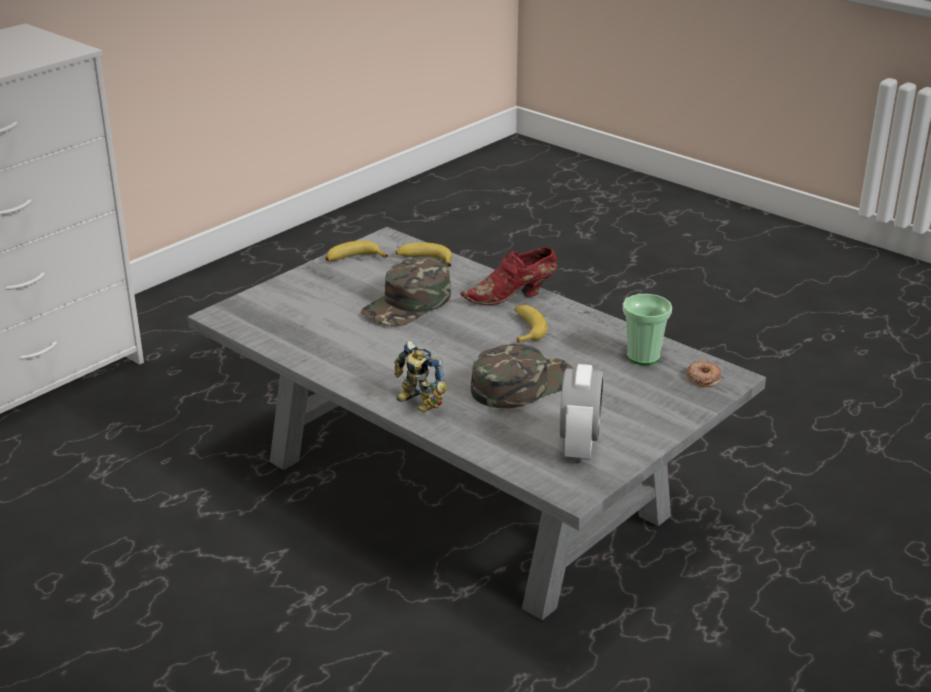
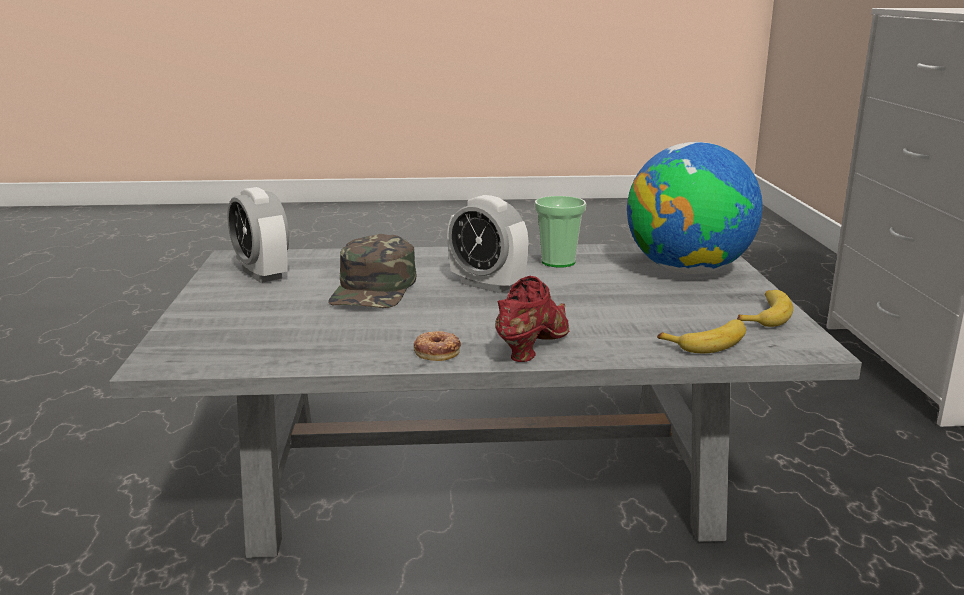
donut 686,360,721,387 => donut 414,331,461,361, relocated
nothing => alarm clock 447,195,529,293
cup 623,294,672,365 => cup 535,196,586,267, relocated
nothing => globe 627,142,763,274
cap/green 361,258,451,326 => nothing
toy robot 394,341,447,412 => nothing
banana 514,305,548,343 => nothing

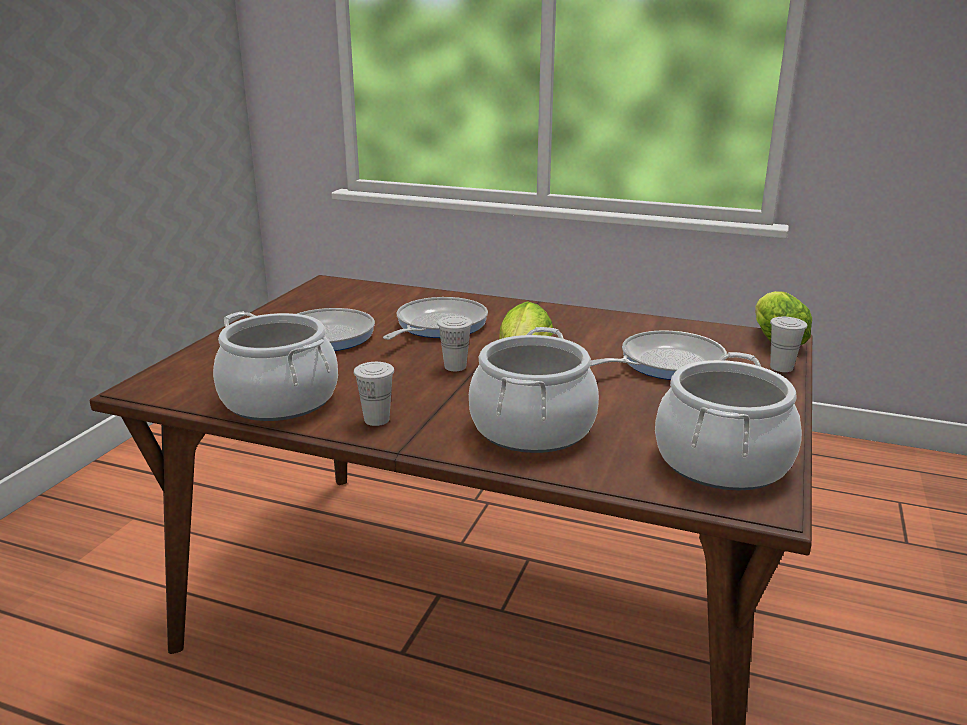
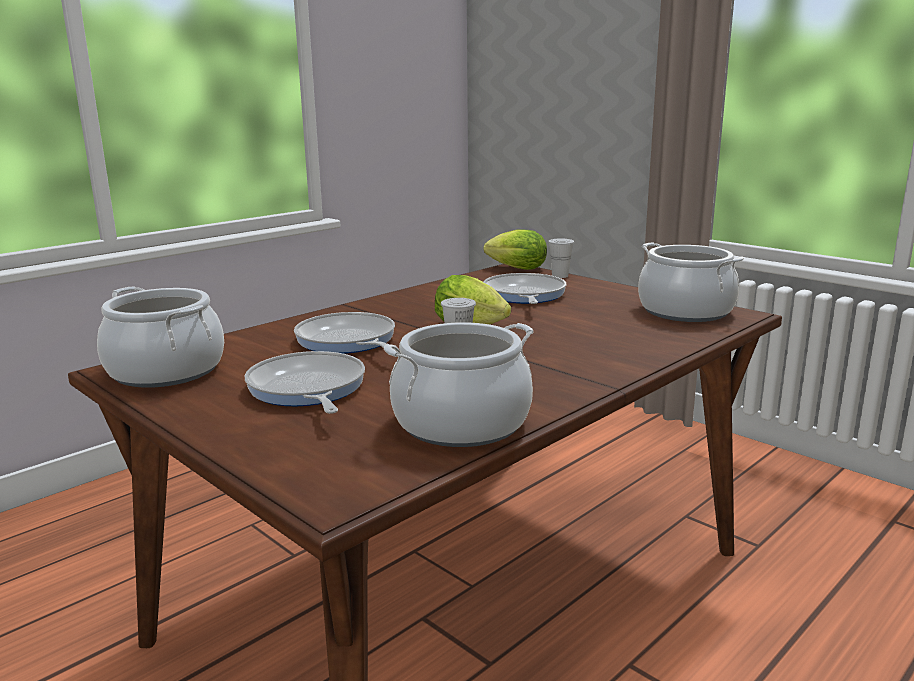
cooking pot 469,327,599,453 => cooking pot 97,286,224,388, relocated
cup/white 354,362,394,426 => nothing

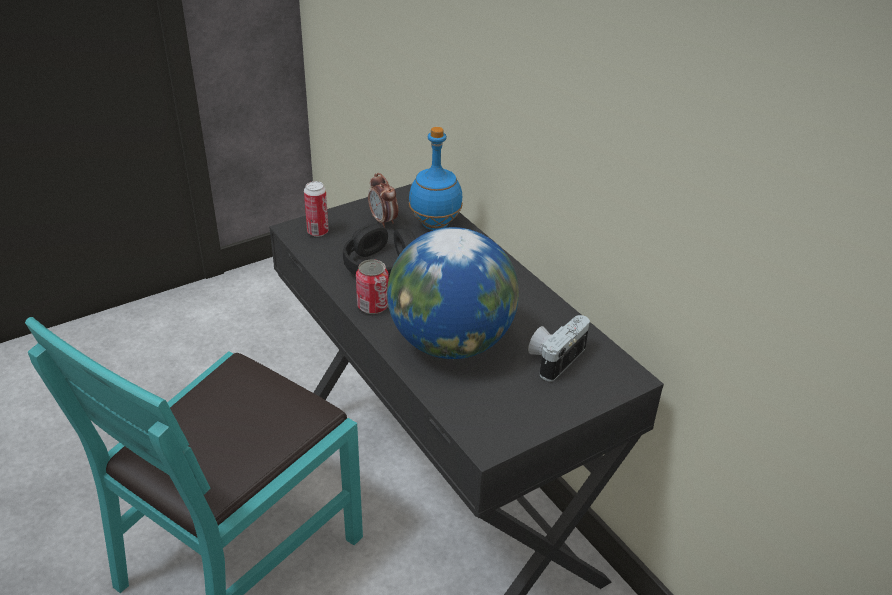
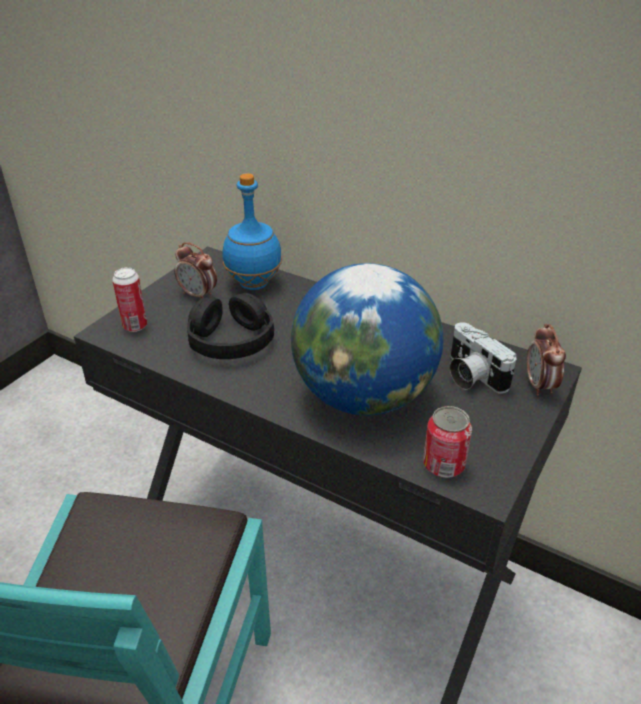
can 356,259,389,314 => can 423,406,472,478, relocated
photo camera 528,315,590,382 => photo camera 450,322,517,394, 45 degrees counterclockwise
nothing => alarm clock 527,324,566,396

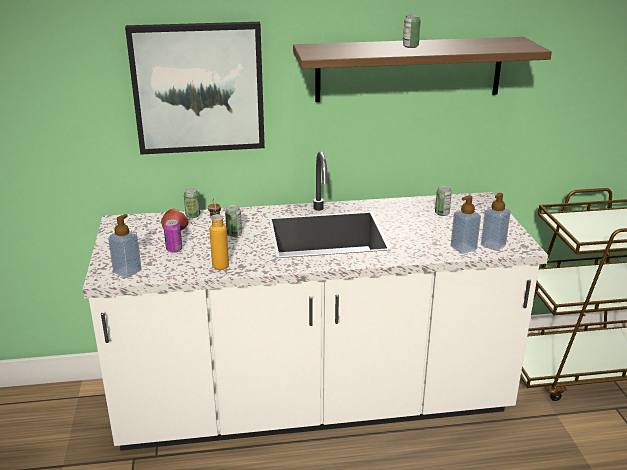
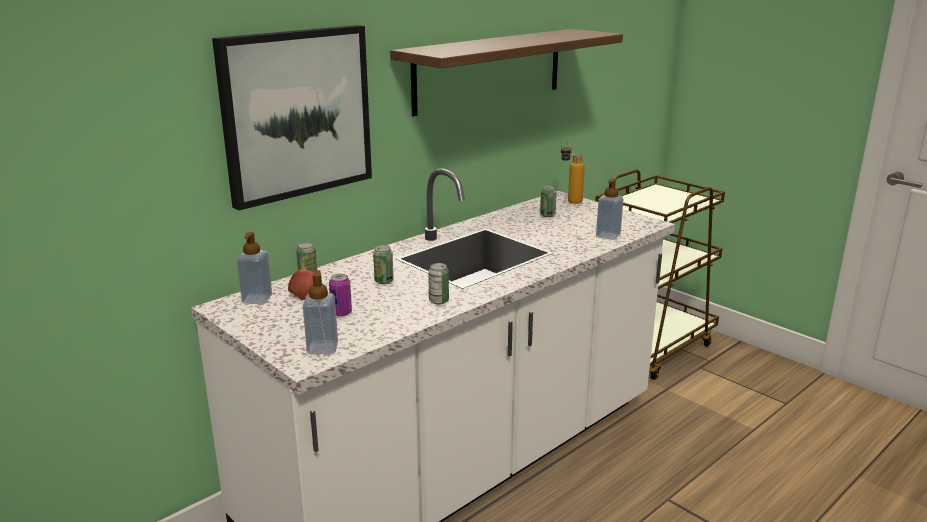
soap dispenser 481,193,511,251 => soap dispenser 237,232,272,304, relocated
can 403,15,421,48 => can 428,263,449,304, relocated
bottle 208,198,229,270 => bottle 561,142,585,204, relocated

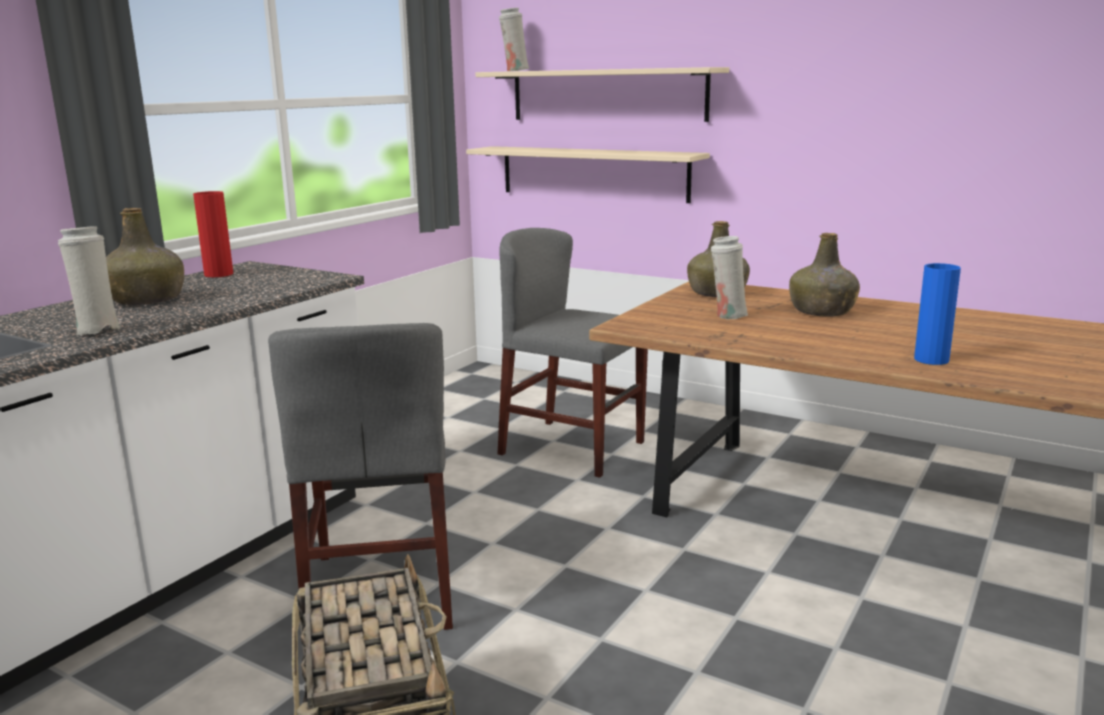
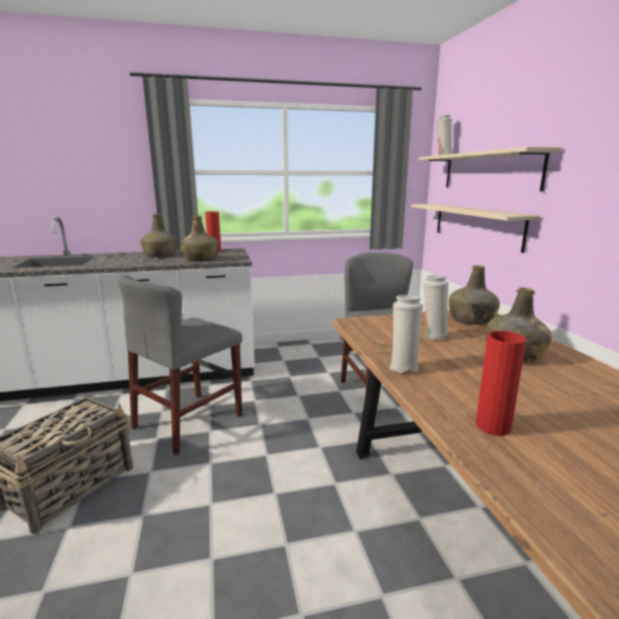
nothing => bottle/green 181,216,219,261
vase/white 58,226,121,335 => vase/white 389,295,423,373, relocated
vase/blue 914,263,961,365 => vase/red 476,331,526,436

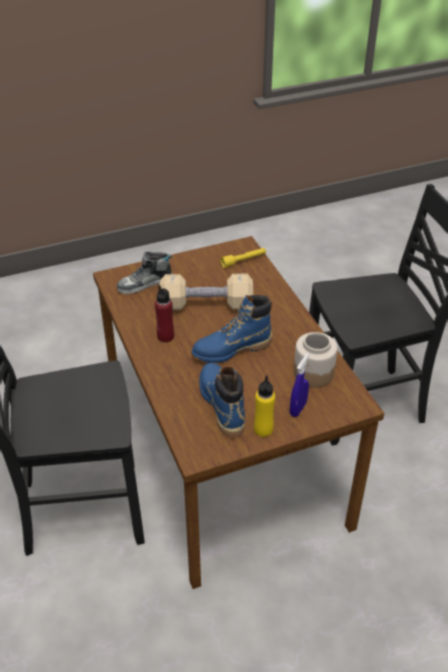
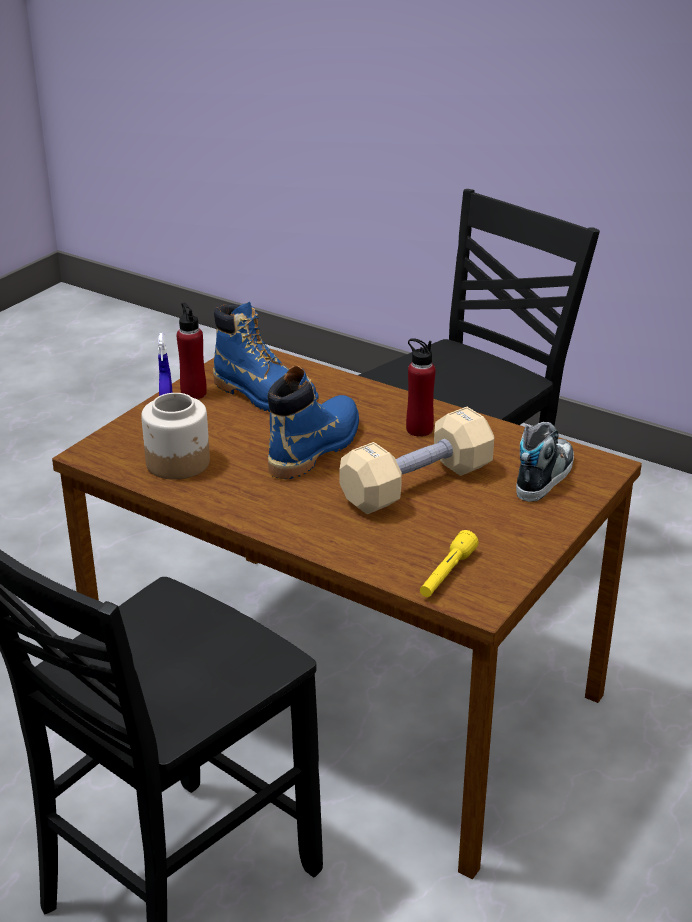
bottle/yellow 254,376,275,437 => bottle/red 177,303,207,399

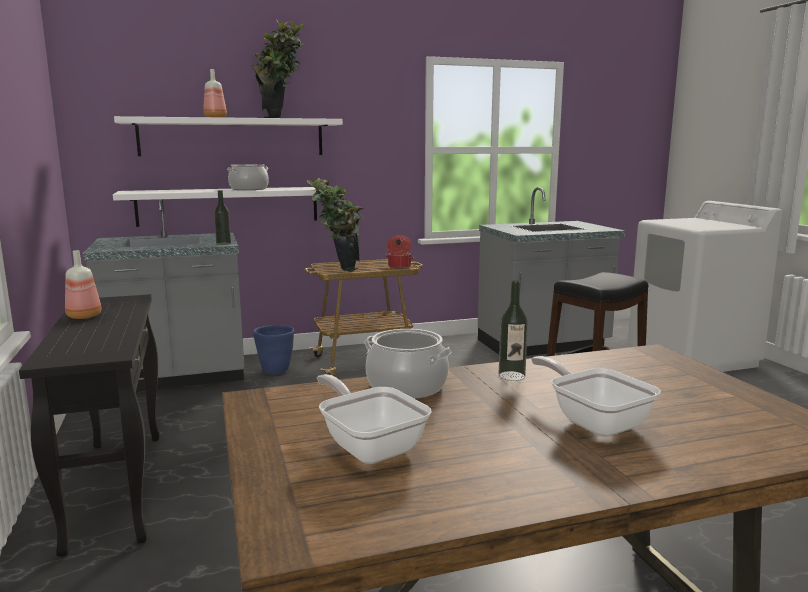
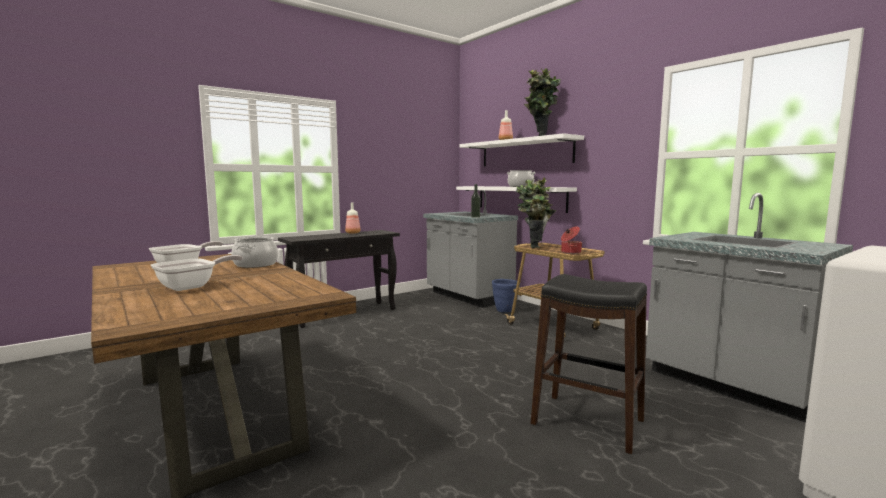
bottle 499,281,528,381 => nothing

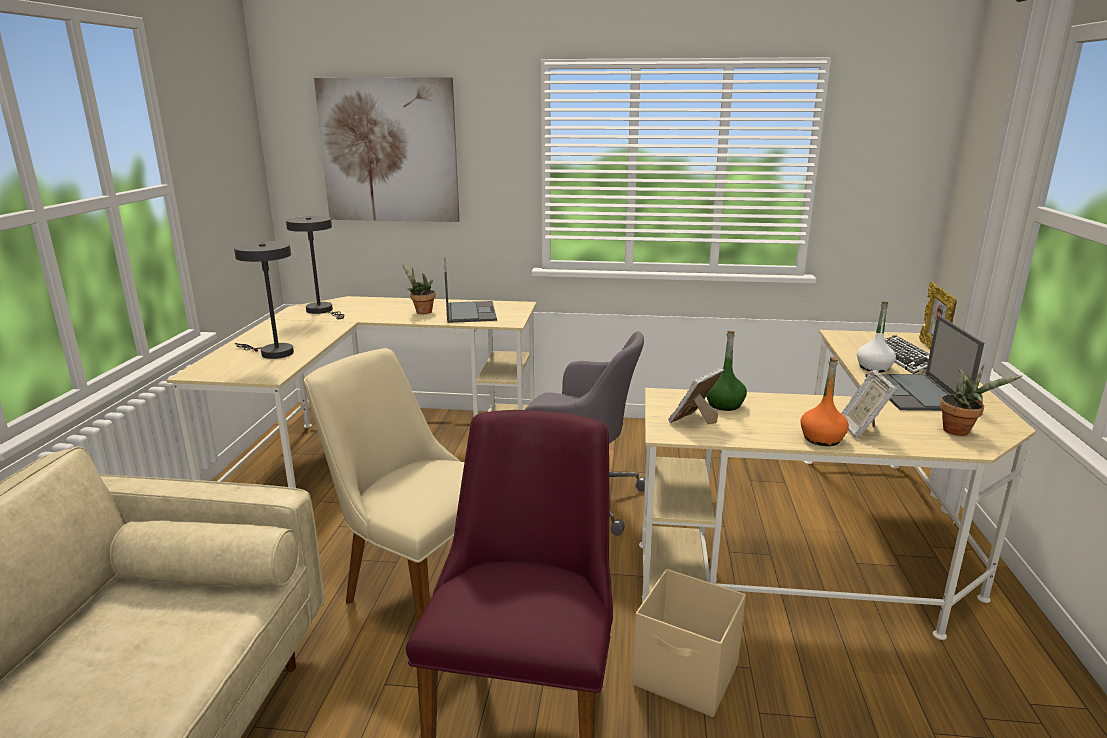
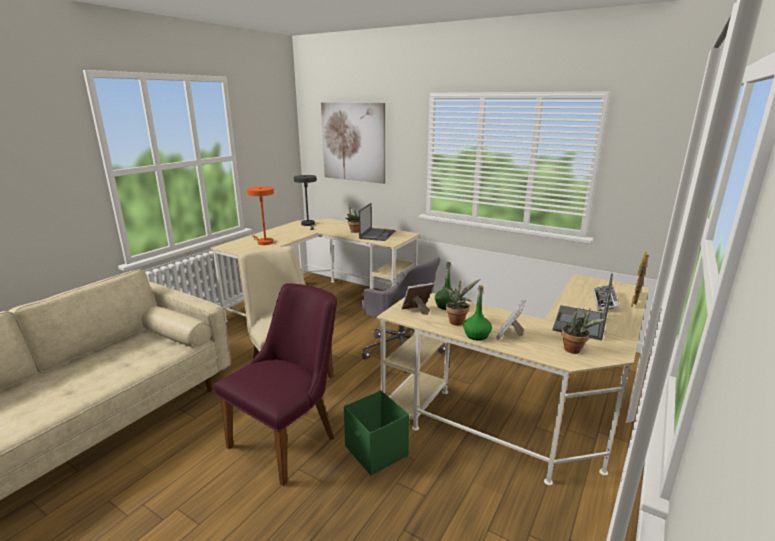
table lamp/grey 234,241,294,359 => table lamp/orange 247,186,274,245
storage box/beige 632,569,746,717 => storage box/green 344,390,409,475
nothing => potted plant 443,279,480,325
bottle/orange 800,356,849,446 => bottle/green 463,285,492,341
bottle/white 857,302,896,372 => nothing

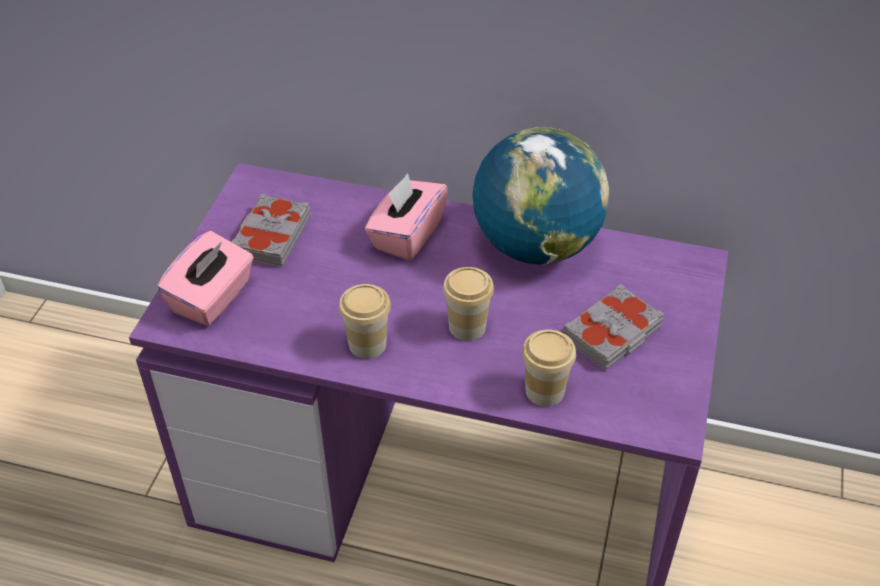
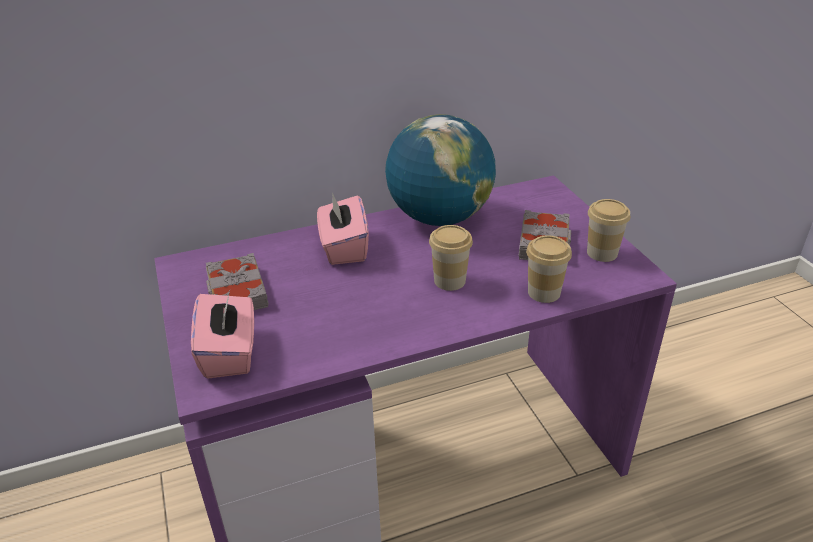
cup 339,284,391,359 => cup 587,199,630,262, relocated

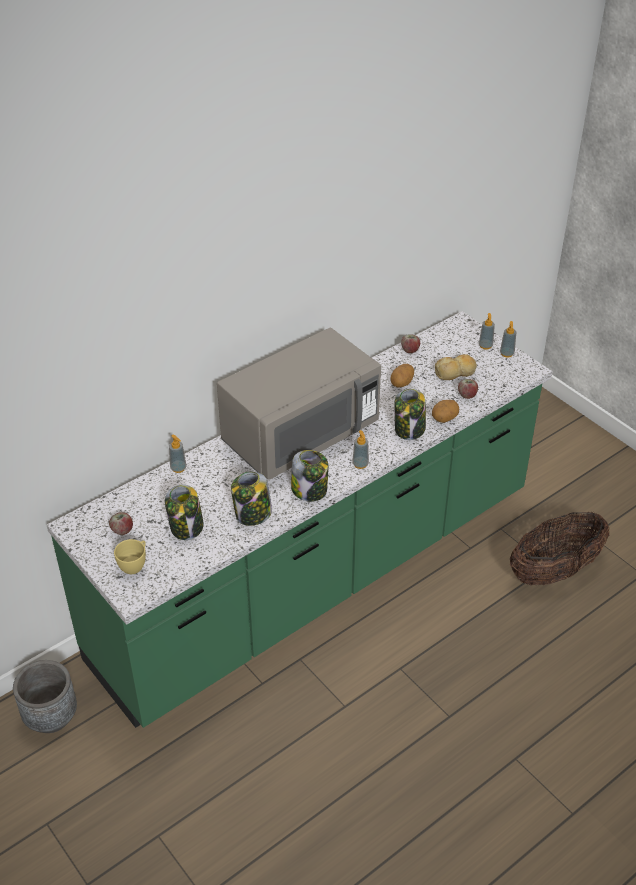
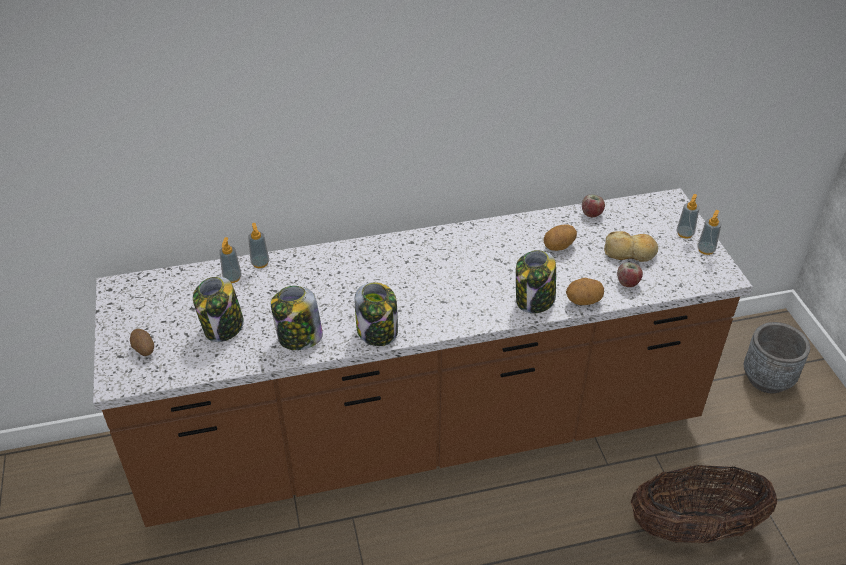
counter/green 47,311,553,728 => counter/brown 93,188,753,527
cup/yellow 114,539,146,574 => potato 130,329,154,356
soap dispenser 352,430,369,469 => soap dispenser 219,237,242,283, relocated
planter/grey 13,660,77,733 => planter/grey 744,322,810,393, relocated
apple 109,512,133,535 => nothing
microwave/grey 217,328,381,480 => nothing

